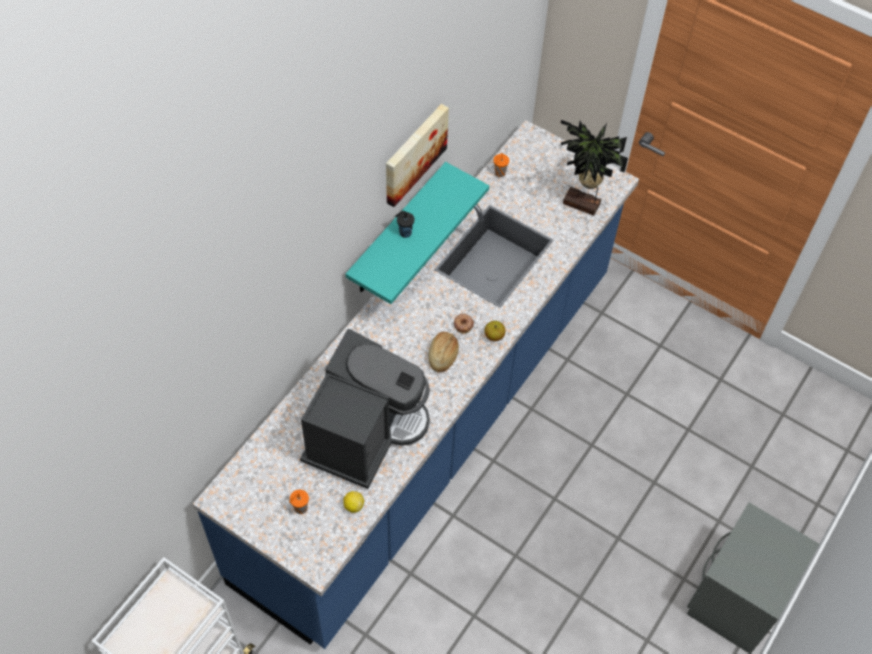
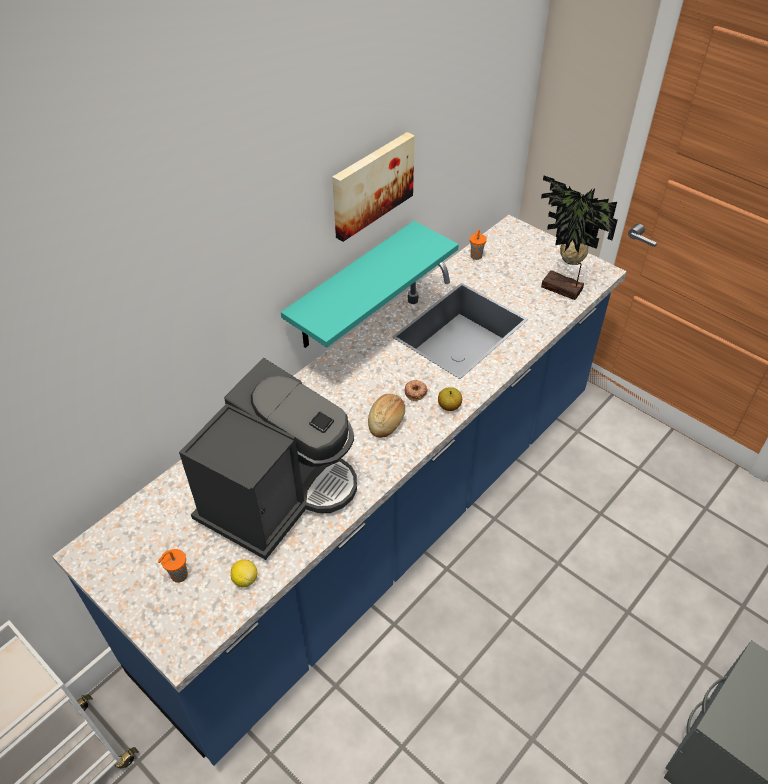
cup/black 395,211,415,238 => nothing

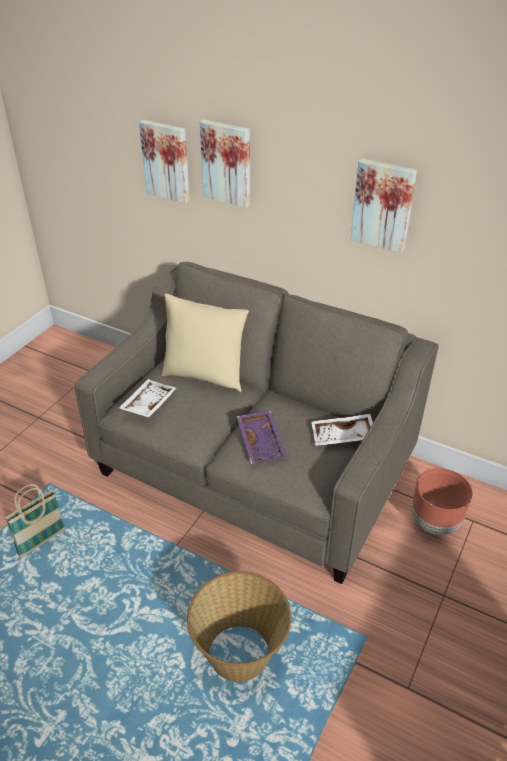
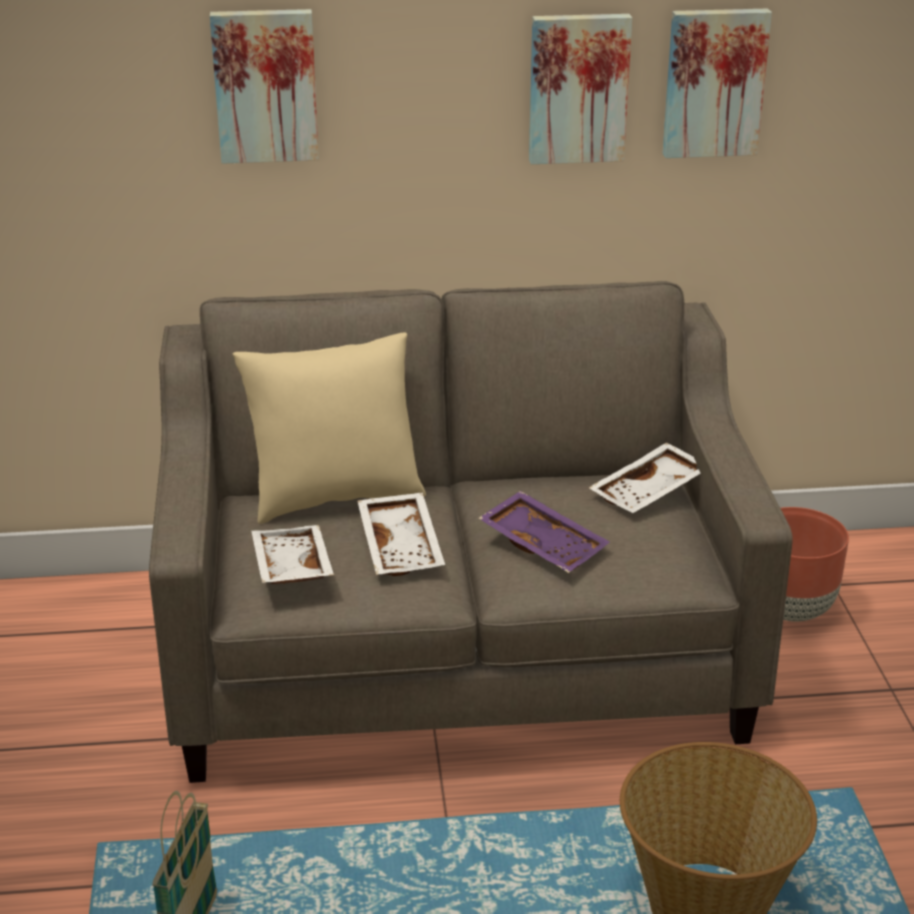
nothing => tray/white 357,492,445,576
picture 139,120,190,204 => picture 662,9,772,158, relocated

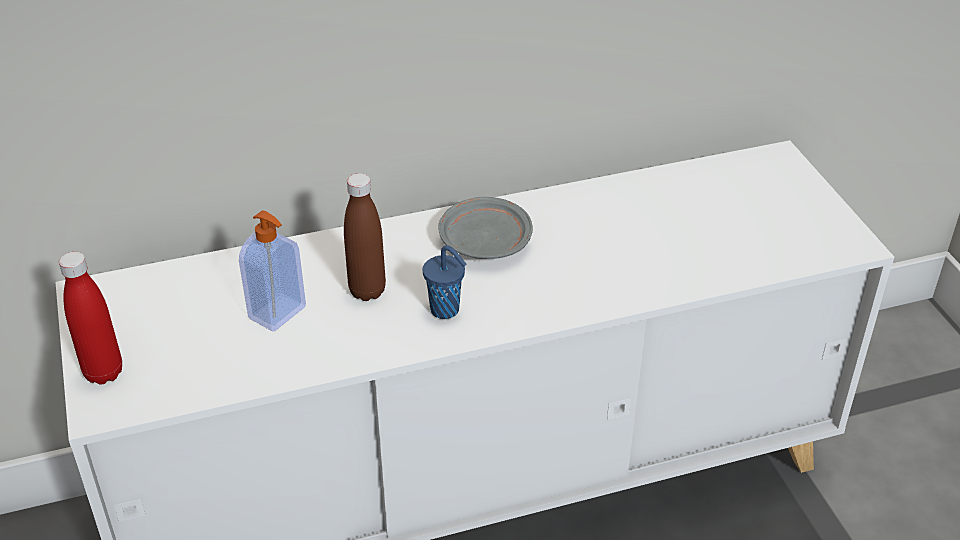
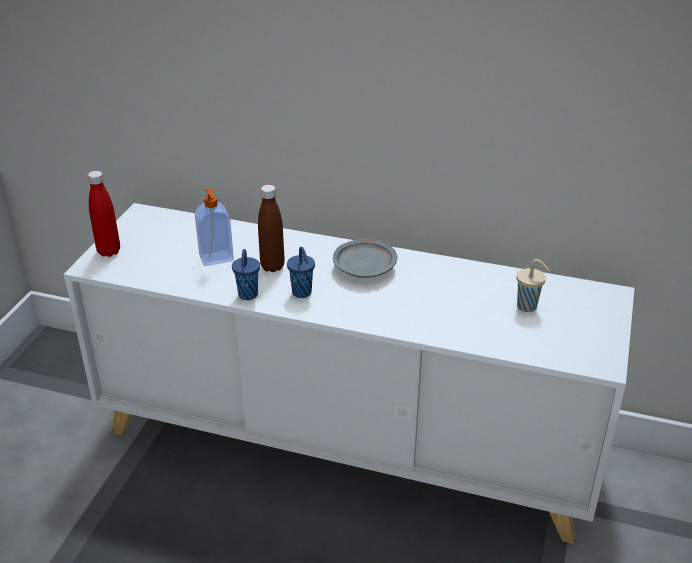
nothing => cup/blue 232,249,260,300
nothing => cup/beige 517,259,550,312

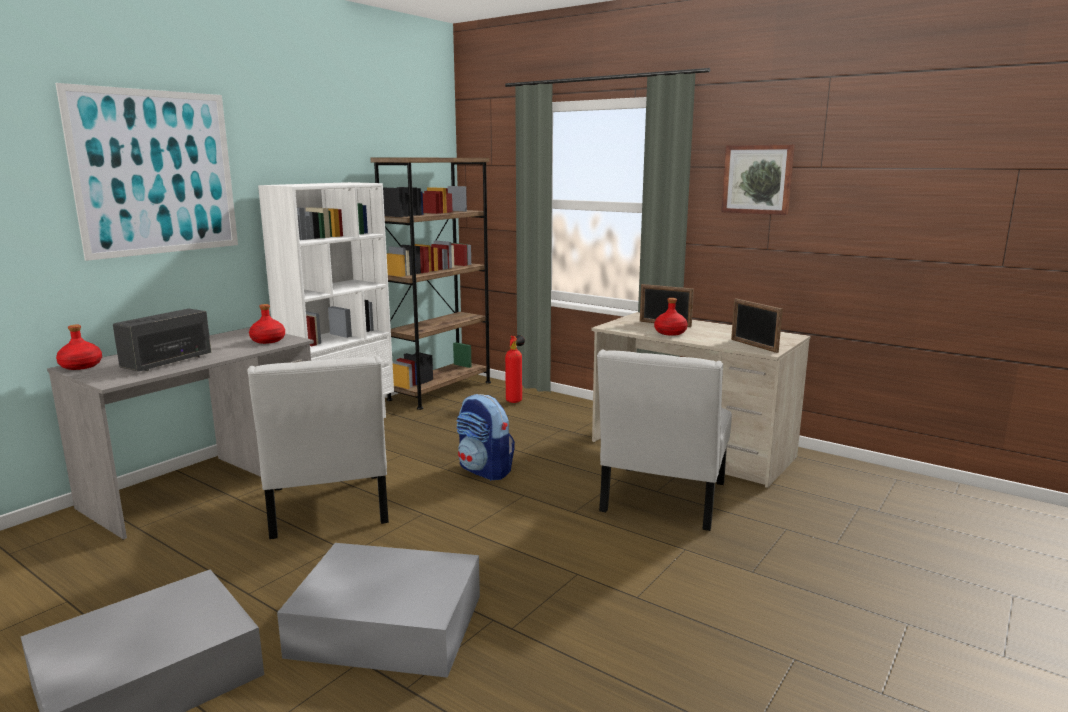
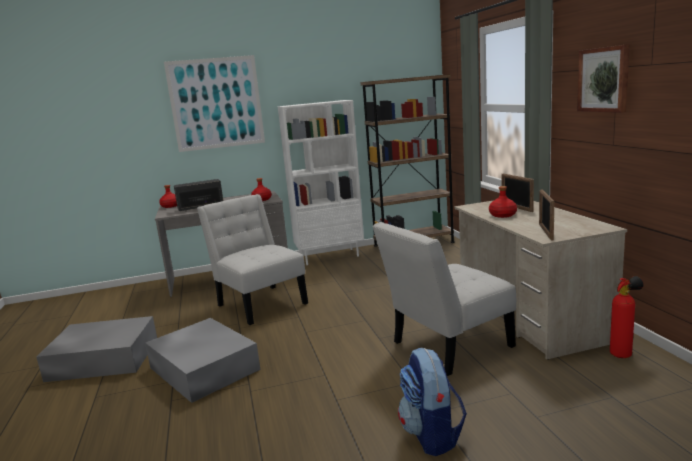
chair/white 247,356,389,539 => chair/white 197,194,308,325, 120 degrees clockwise
backpack 457,394,515,481 => backpack 398,347,467,456, relocated
fire extinguisher 505,335,525,403 => fire extinguisher 610,276,644,358, relocated

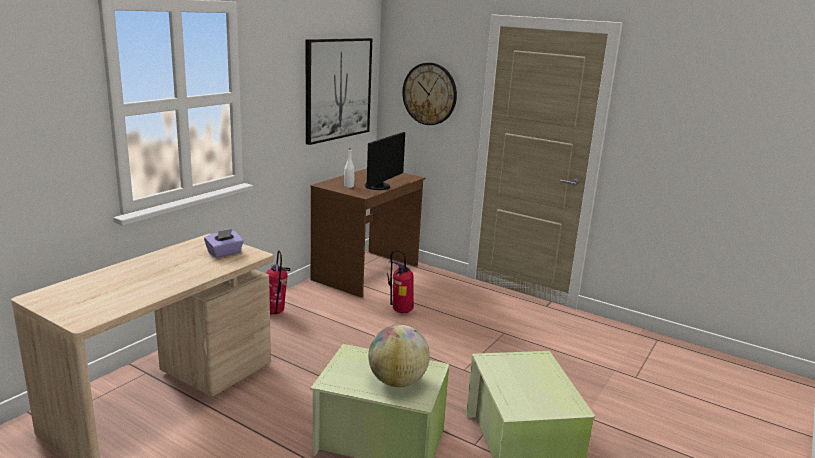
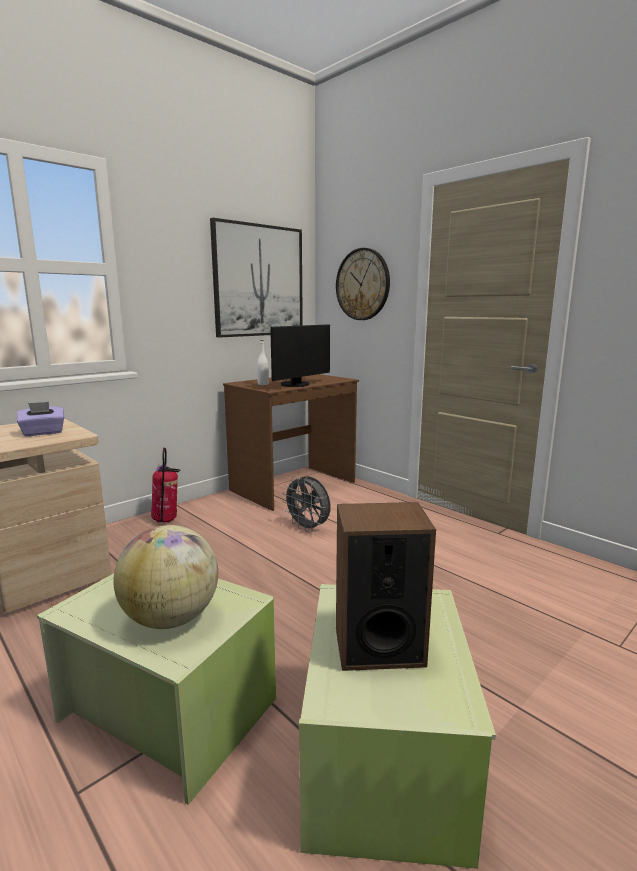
fire extinguisher 387,250,414,313 => fan/grey 282,475,331,532
nothing => speaker 336,502,436,671

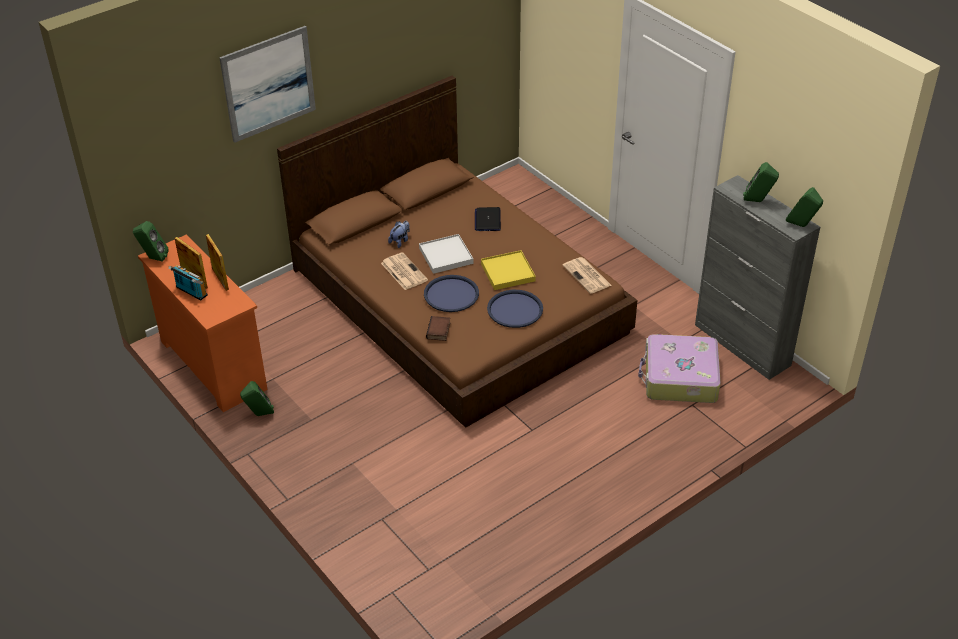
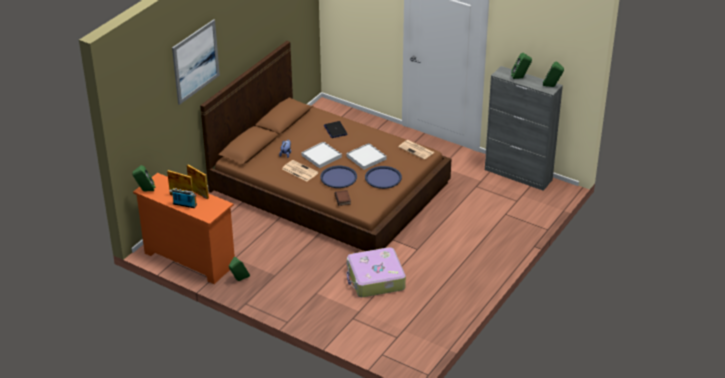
tray/yellow 481,250,536,290 => tray/white 346,143,387,170
suitcase 638,334,721,403 => suitcase 347,247,406,297, relocated

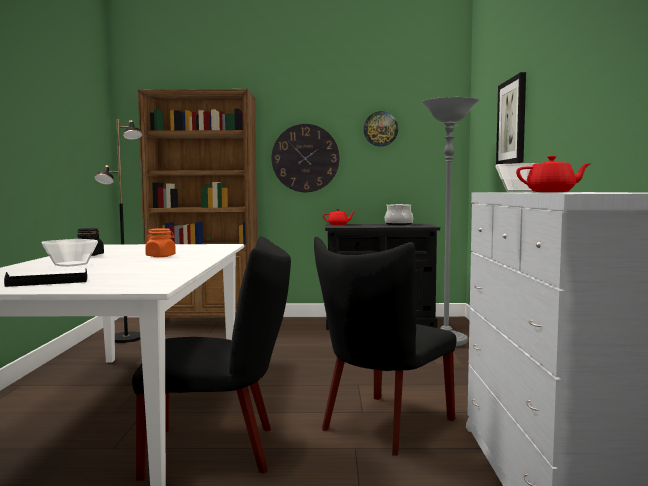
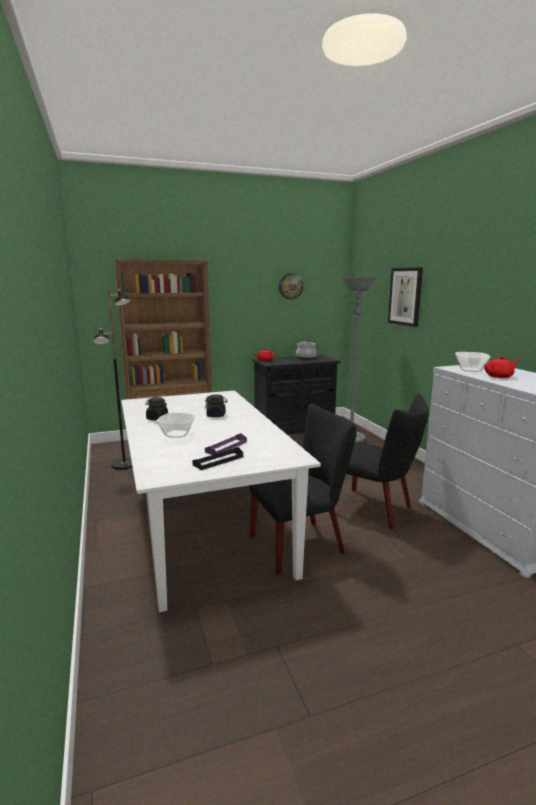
jar/orange 145,228,176,257 => jar/black 205,394,227,417
nothing => tray/purple 205,433,247,455
chair/black 314,237,456,456 => chair/black 328,393,429,530, 75 degrees counterclockwise
wall clock 271,124,340,192 => nothing

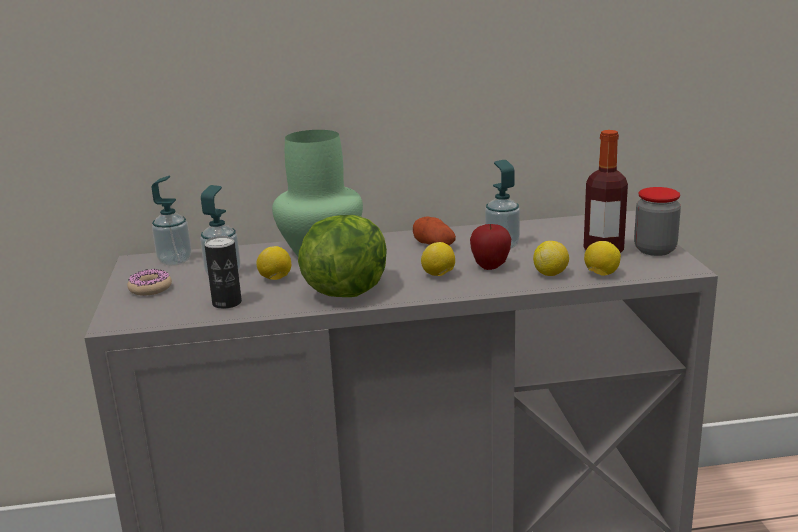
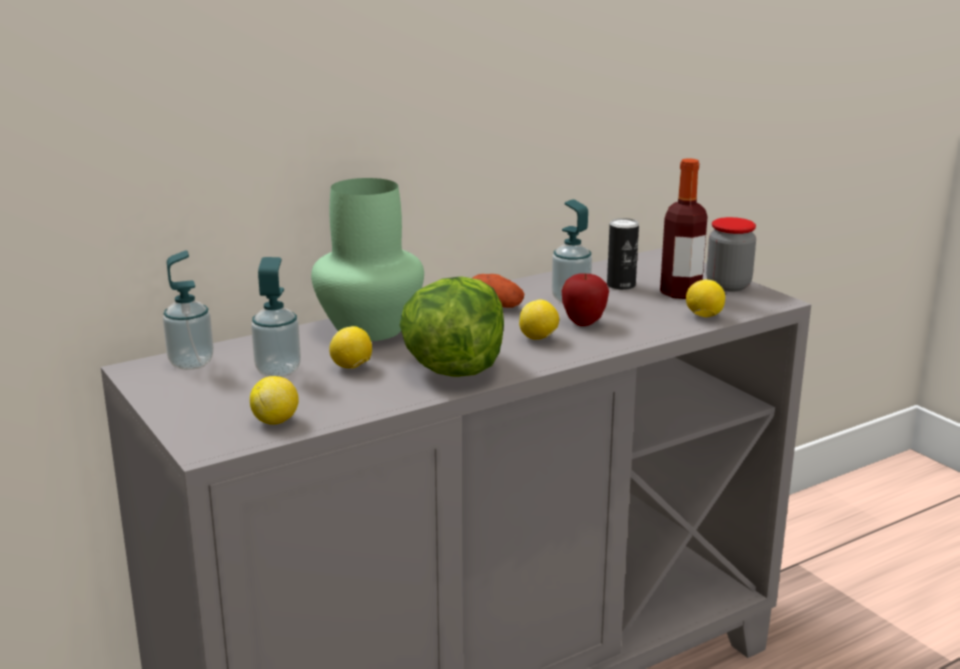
lemon 533,241,569,276 => lemon 250,376,299,425, relocated
can 204,236,242,309 => can 607,218,639,290, relocated
donut 127,269,172,296 => nothing

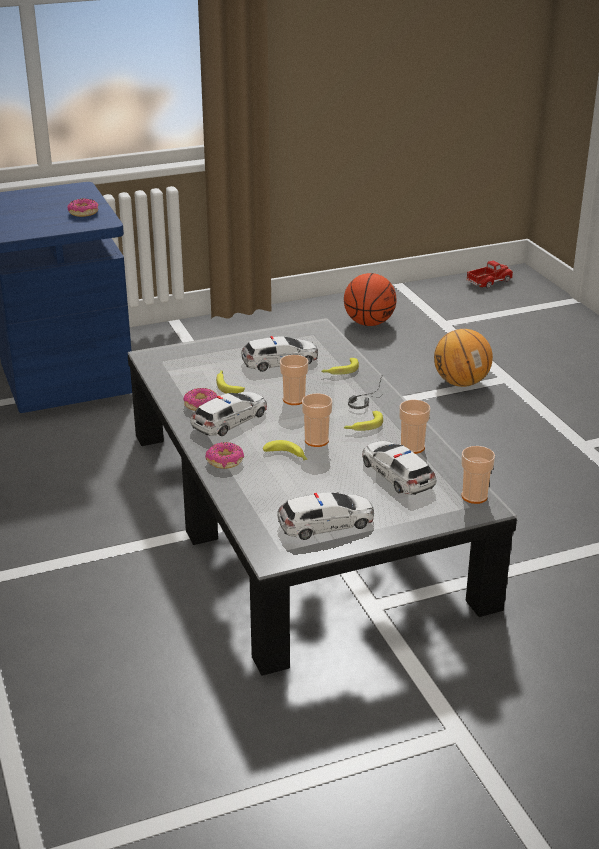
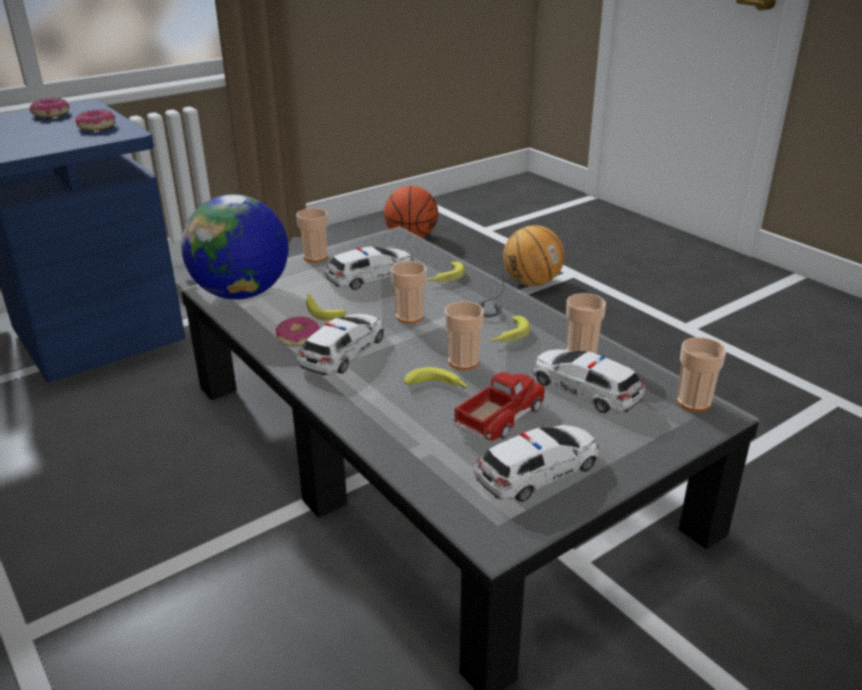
donut 205,442,244,469 => donut 30,98,70,117, relocated
nothing => globe 181,194,288,300
nothing => cup 296,208,328,262
toy truck 466,261,513,288 => toy truck 452,372,546,441, relocated

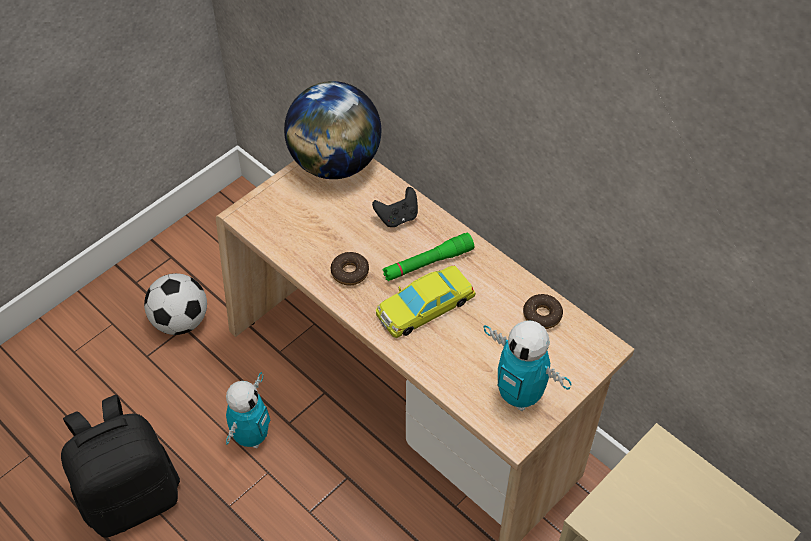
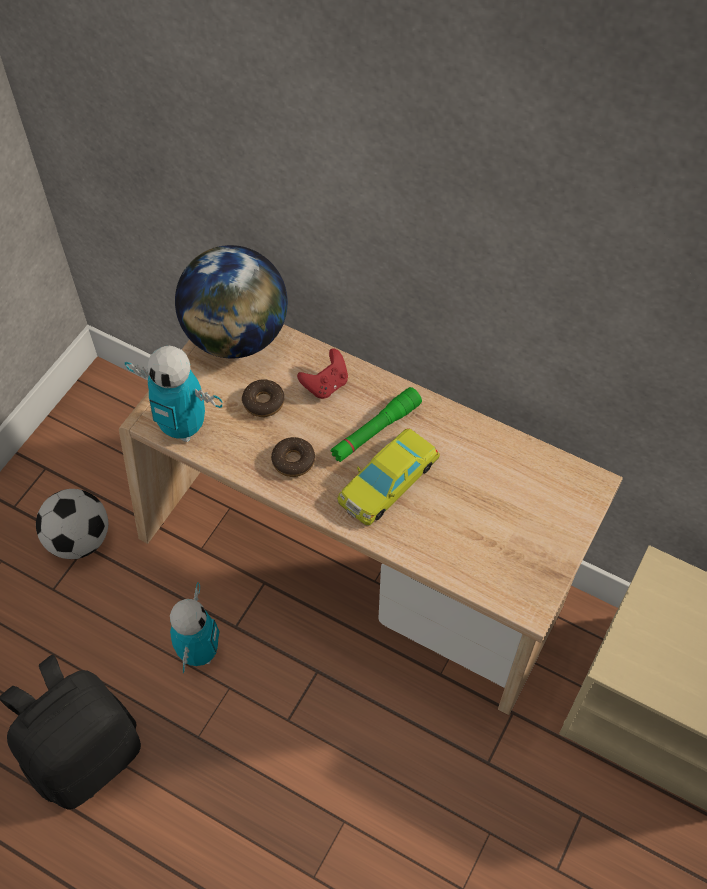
toy robot 483,320,571,411 => toy robot 125,346,222,442, relocated
donut 523,294,563,329 => donut 242,379,284,417, relocated
game controller/black 372,187,418,227 => game controller/red 297,348,348,399

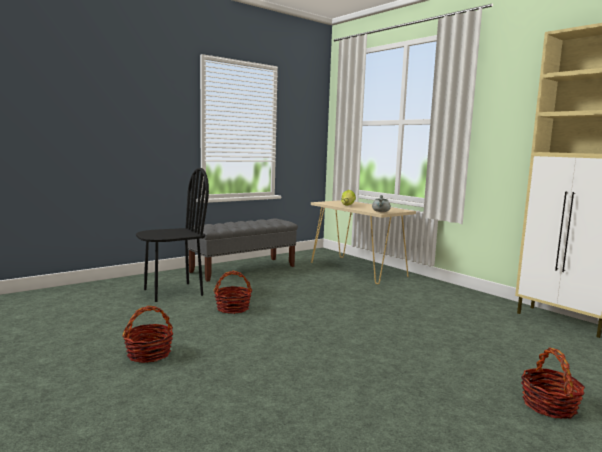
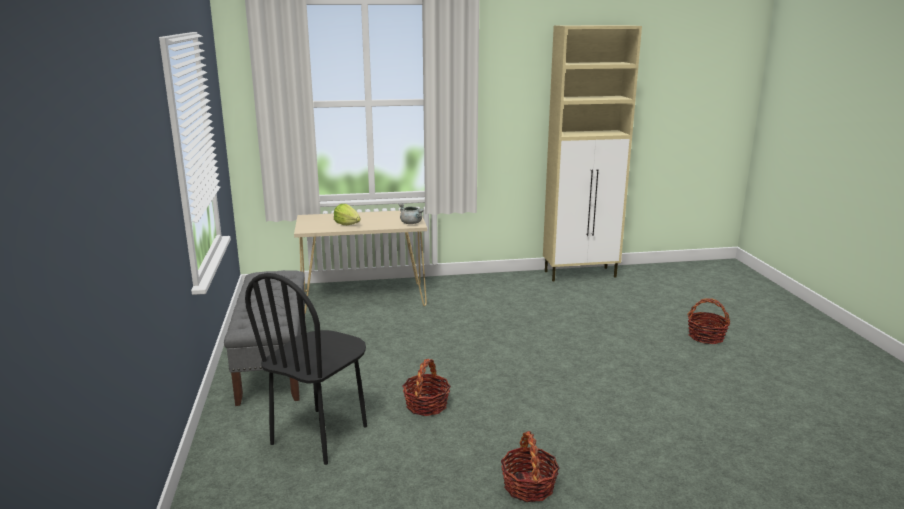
chair/black 136,168,209,302 => chair/black 245,273,367,465, 150 degrees counterclockwise

